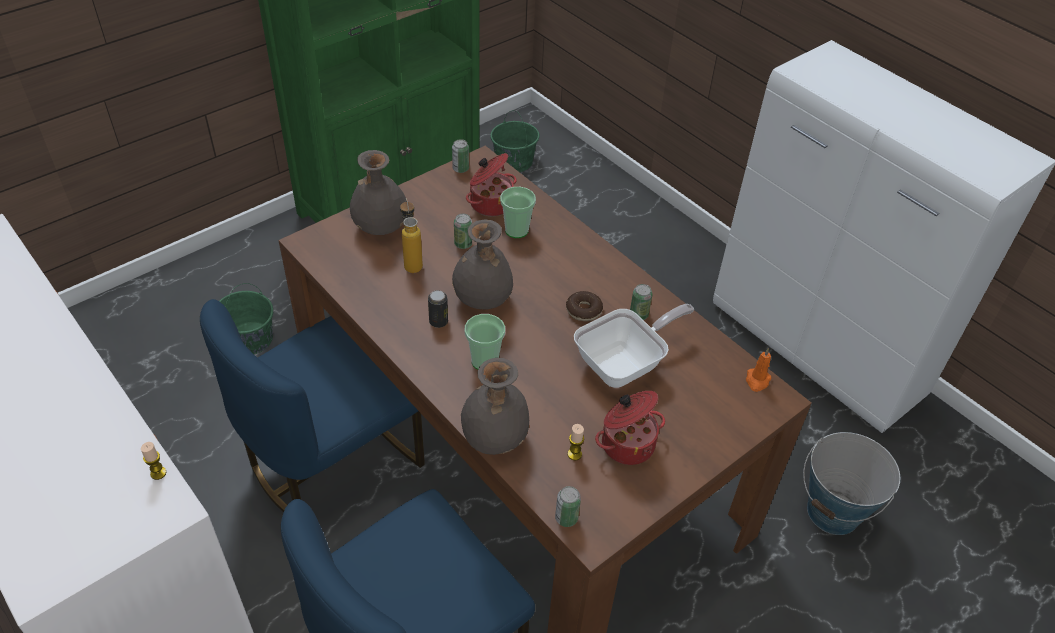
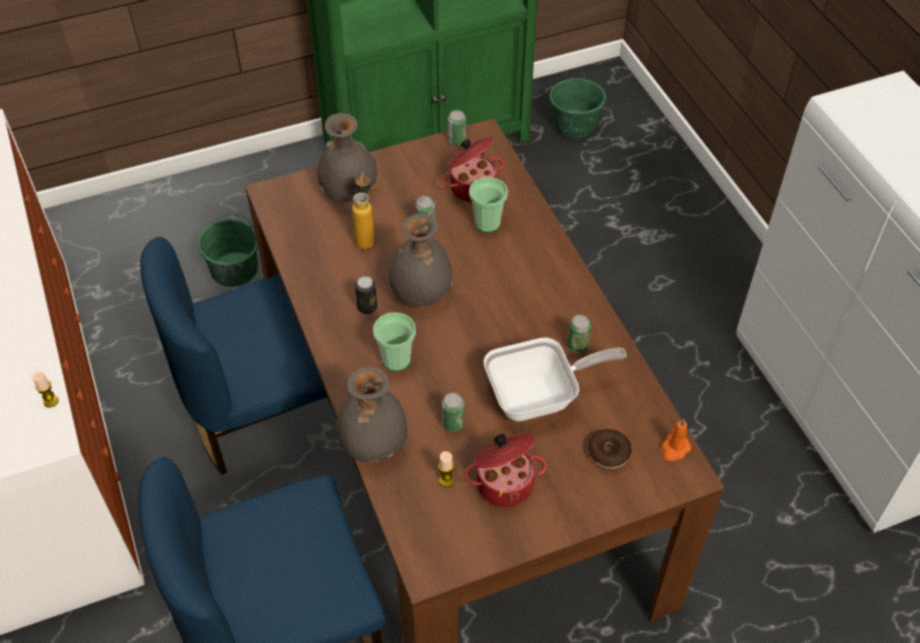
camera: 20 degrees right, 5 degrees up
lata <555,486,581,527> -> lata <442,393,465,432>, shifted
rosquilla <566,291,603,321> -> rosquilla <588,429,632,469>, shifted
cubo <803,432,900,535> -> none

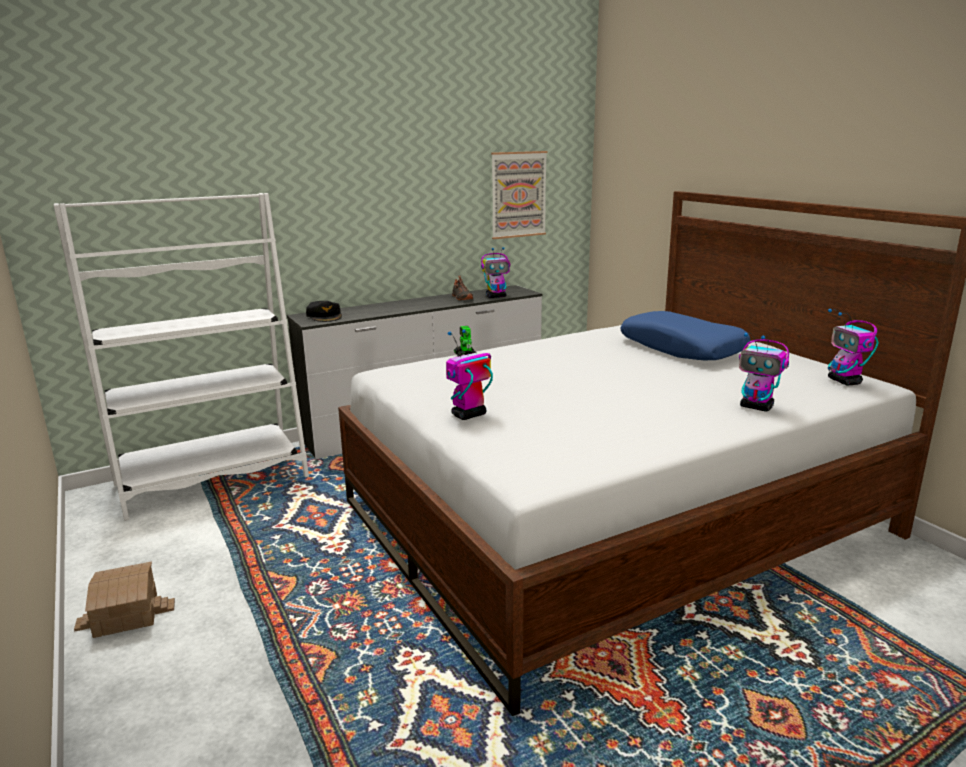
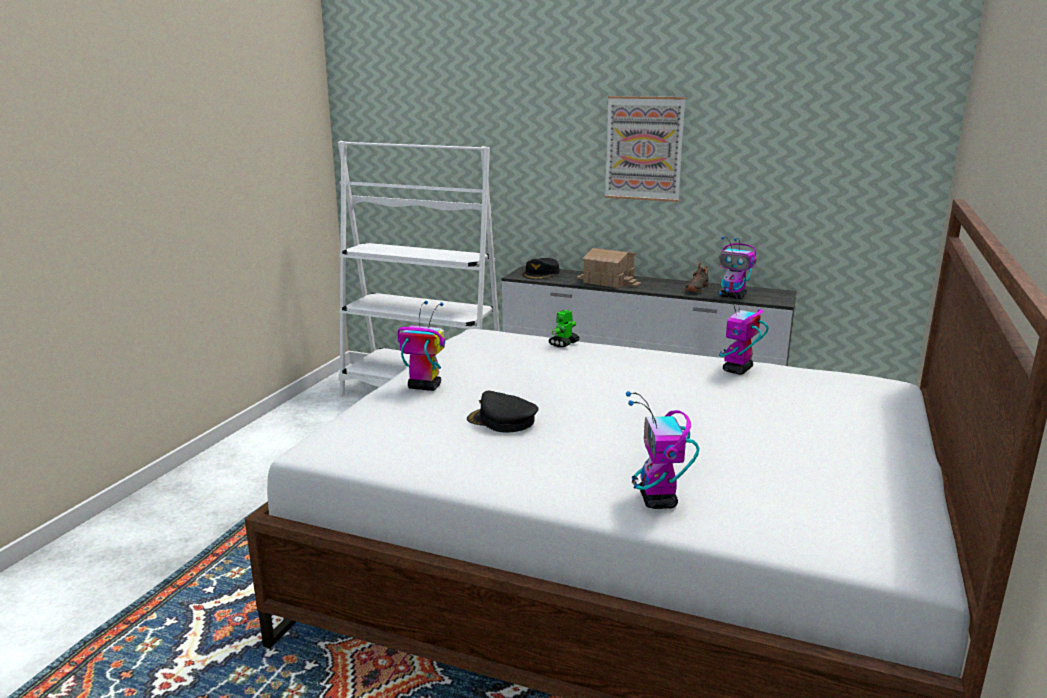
camera: 50 degrees right, 0 degrees up
casita <74,561,175,638> -> casita <577,248,641,288>, shifted
cuadro <491,151,547,239> -> cuadro <605,96,686,202>, shifted
cojín/azul <620,311,751,360> -> none
robot de juguete <828,309,879,385> -> robot de juguete <718,289,768,375>, shifted
none -> gorra/negro <467,391,538,432>

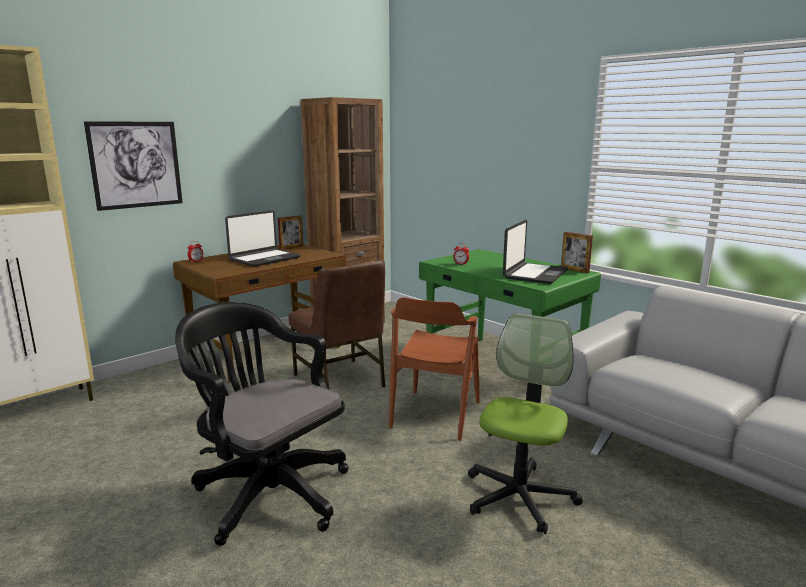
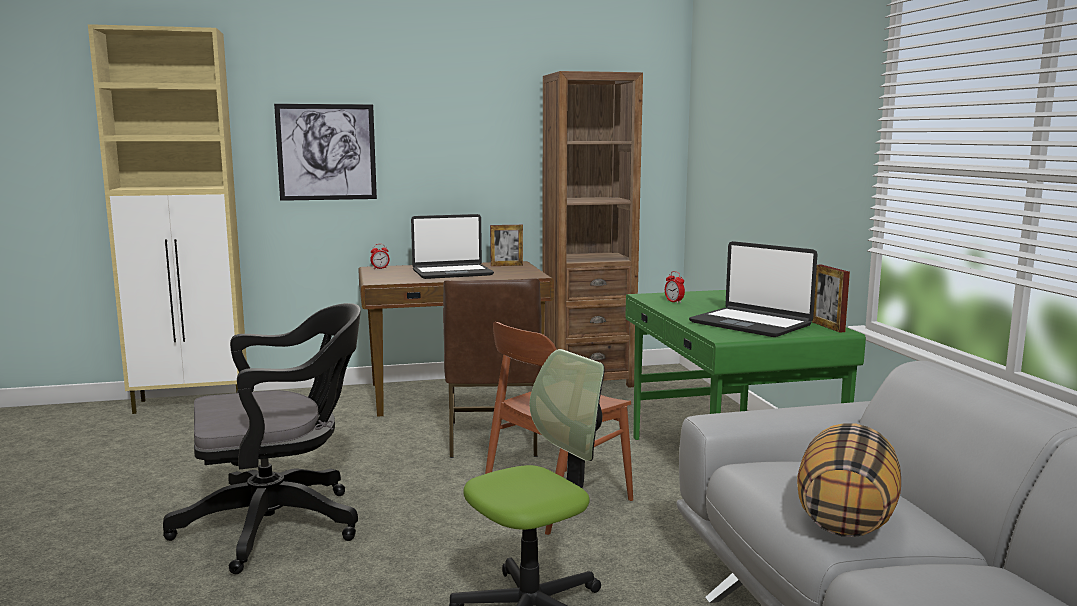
camera: 30 degrees right, 5 degrees down
silla de oficina/negro <175,302,349,546> -> silla de oficina/negro <163,303,361,574>, 90 degrees clockwise
portátil <503,220,568,284> -> portátil <689,241,817,337>, 75 degrees clockwise
none -> cojín <797,423,901,537>

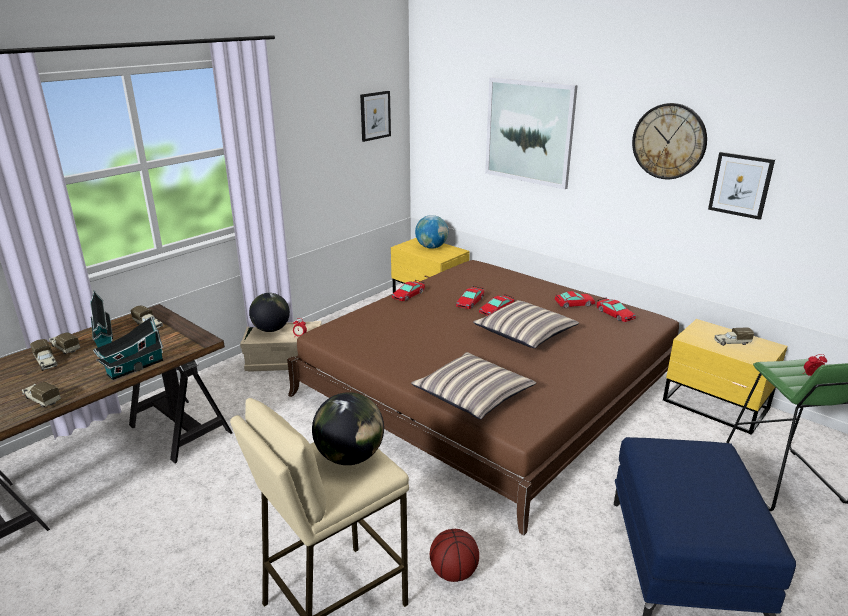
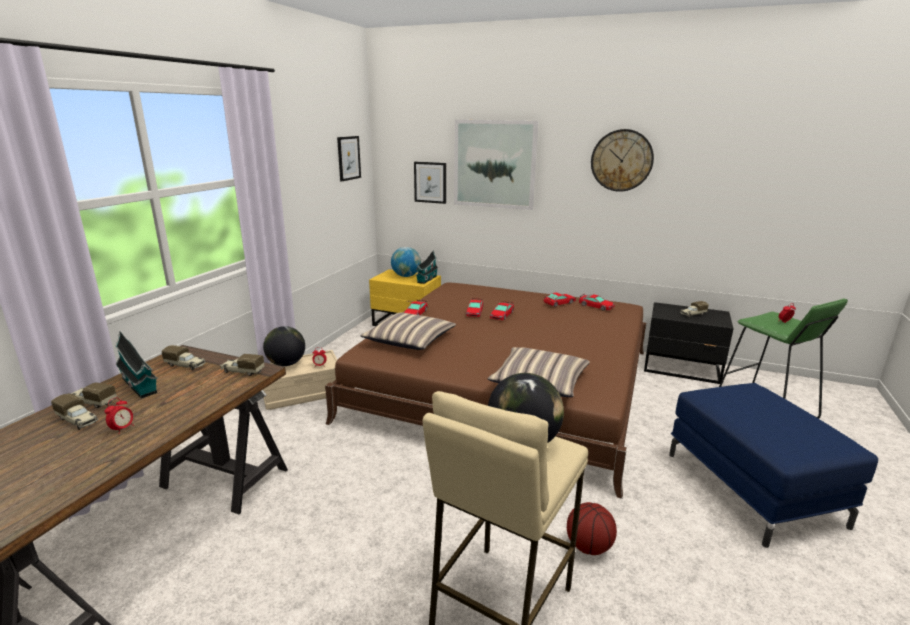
camera: 20 degrees left, 5 degrees down
camión de juguete <22,382,61,407> -> camión de juguete <220,354,265,376>, shifted
casita <93,316,163,380> -> casita <416,251,438,284>, shifted
cojín <473,300,579,348> -> cojín <361,313,456,350>, shifted
mesita de noche/amarillo <663,319,788,435> -> mesita de noche/negro <644,302,734,384>
cuadro <708,152,775,220> -> cuadro <414,162,446,204>, shifted
none -> despertador <104,398,134,434>

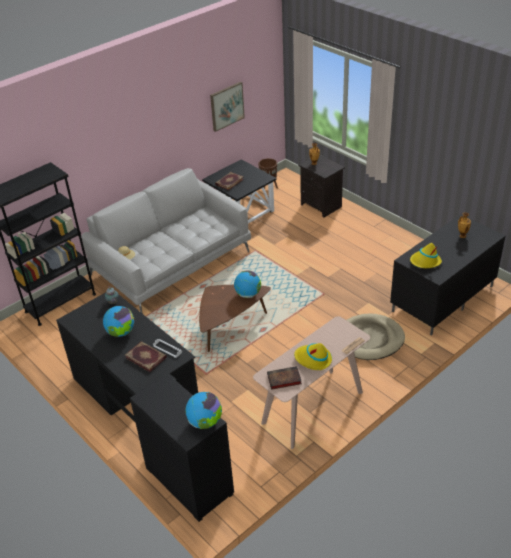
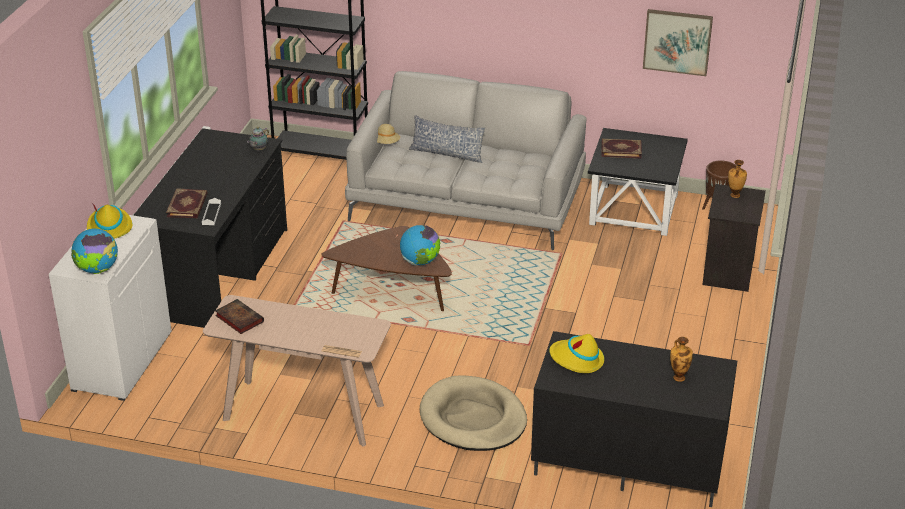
camera: 55 degrees right, 5 degrees down
globo terráqueo <103,306,134,337> -> none
armario/negro <130,373,234,522> -> armario/blanco <49,215,171,401>
sombrero/amarillo <294,343,332,370> -> sombrero/amarillo <87,203,132,239>, shifted
none -> cojín <409,115,485,163>

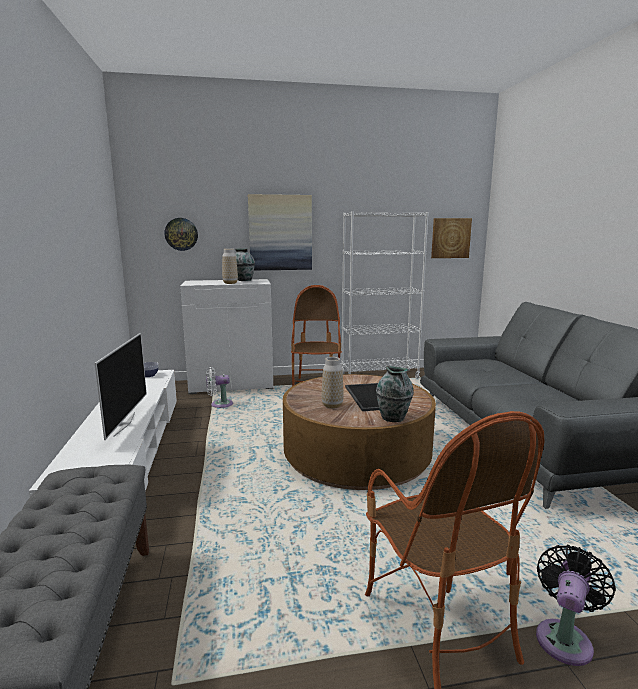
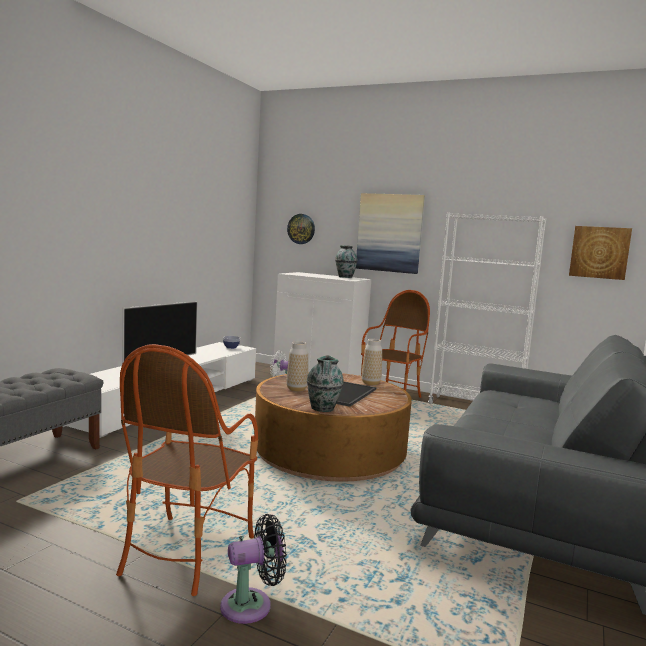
camera: 35 degrees right, 5 degrees down
florero <222,249,238,284> -> florero <362,339,382,385>, shifted

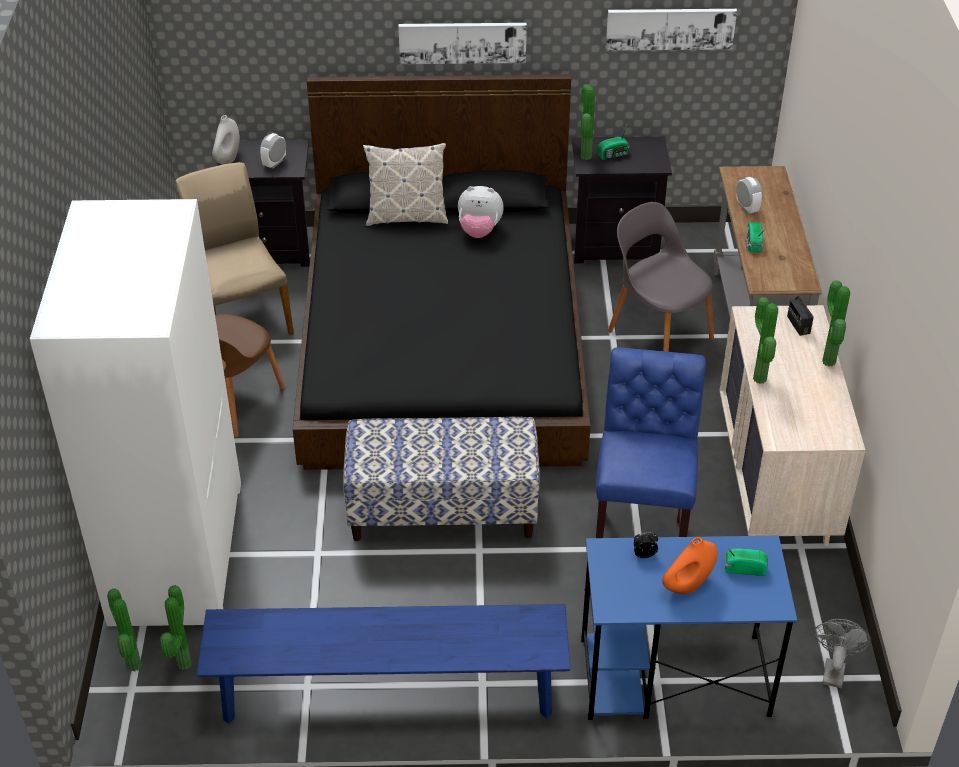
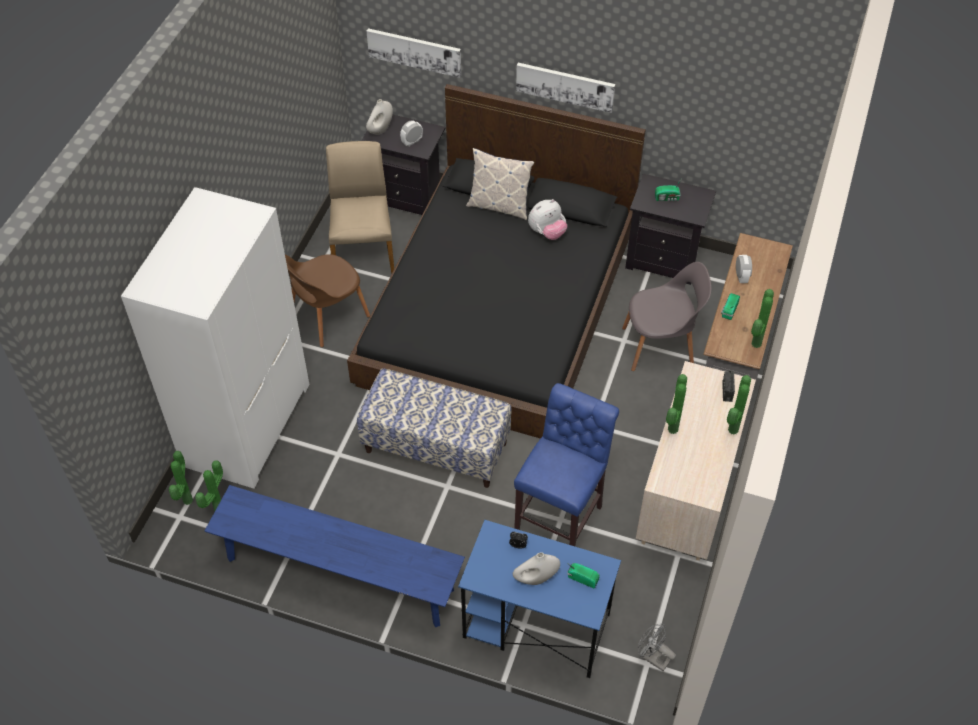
camera: 20 degrees right, 10 degrees up
peluche <458,186,504,238> -> peluche <528,199,567,240>, 60 degrees counterclockwise
planta en maceta <580,84,595,160> -> planta en maceta <751,289,774,348>, shifted
cuadro <606,9,737,51> -> cuadro <367,28,461,78>, shifted
silla/gris <608,202,714,352> -> silla/gris <622,262,711,371>, 105 degrees clockwise
florero/naranja <662,537,718,594> -> florero/blanco <513,552,560,585>
ventilador/gris <814,619,871,688> -> ventilador/gris <638,623,676,671>, 90 degrees counterclockwise

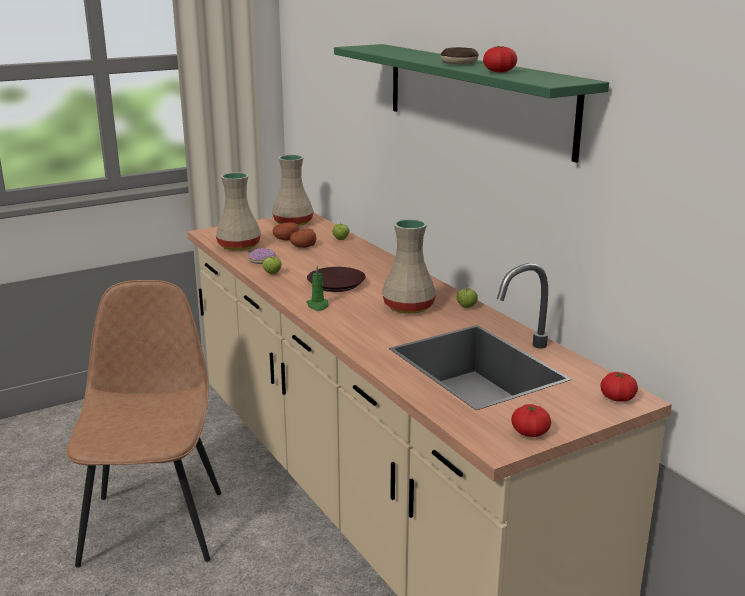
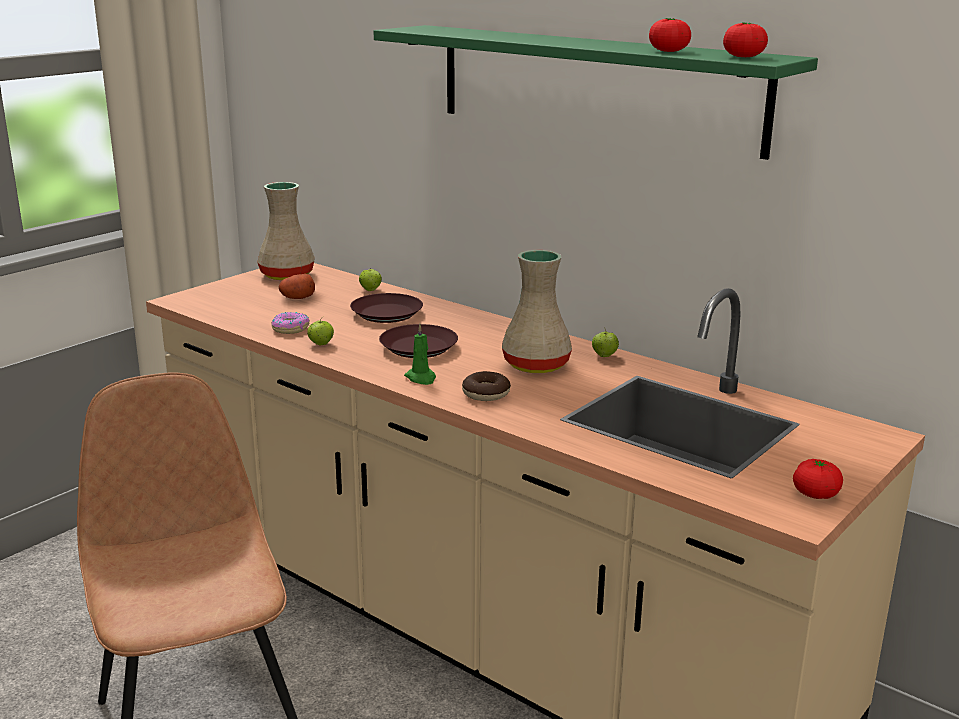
camera: 20 degrees left, 0 degrees up
florero/beis <216,172,261,251> -> none
patata <290,229,317,248> -> none
rosquilla <441,47,479,64> -> rosquilla <462,371,511,401>, shifted
tomate <600,372,638,402> -> tomate <723,22,768,57>, shifted
none -> plato/marrón <350,293,423,323>

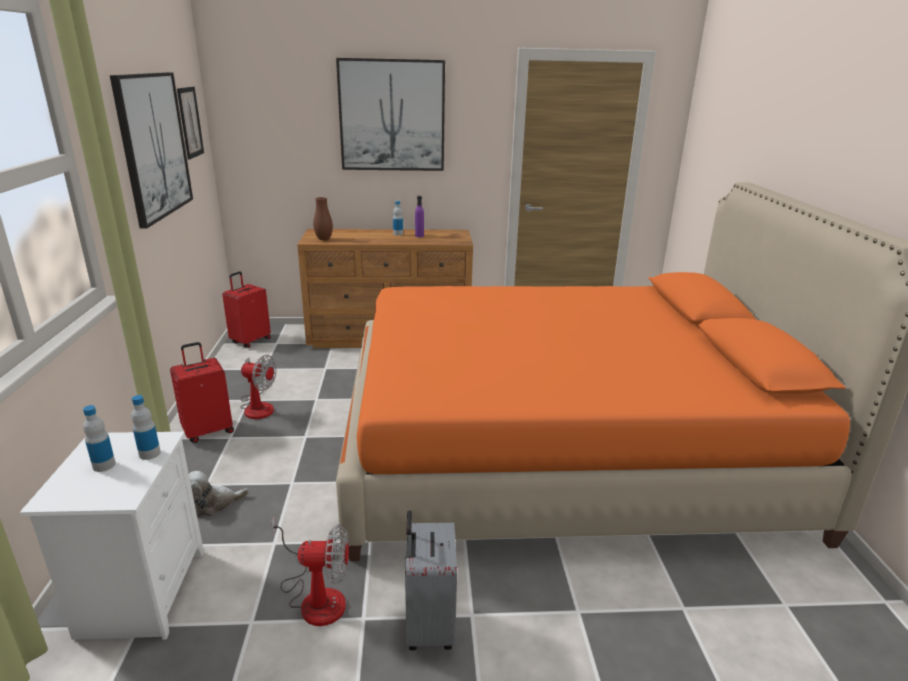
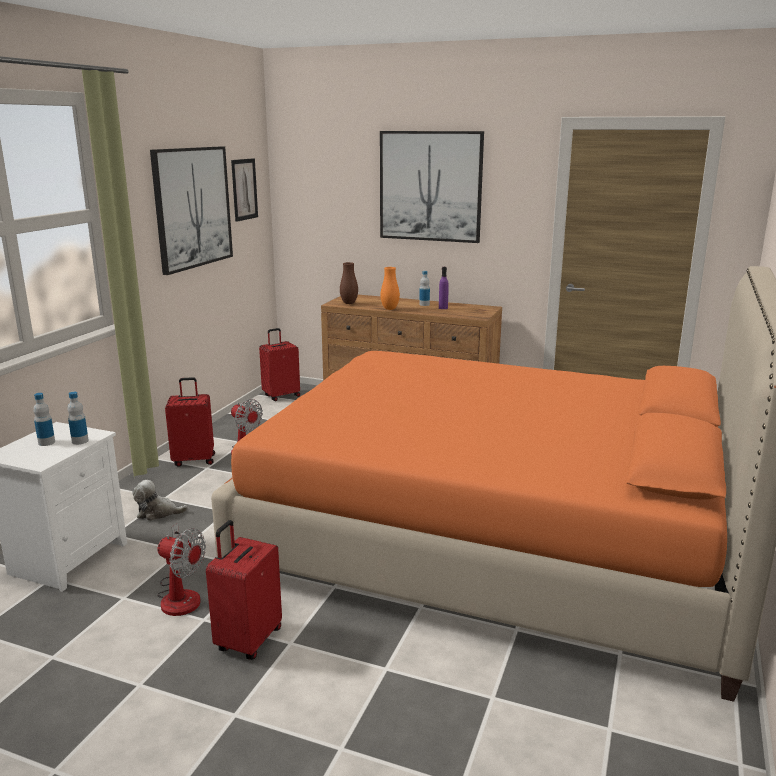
camera: 25 degrees right, 5 degrees down
maleta/gris <405,510,457,650> -> maleta/rojo <206,520,282,660>
none -> florero/naranja <380,267,400,310>

